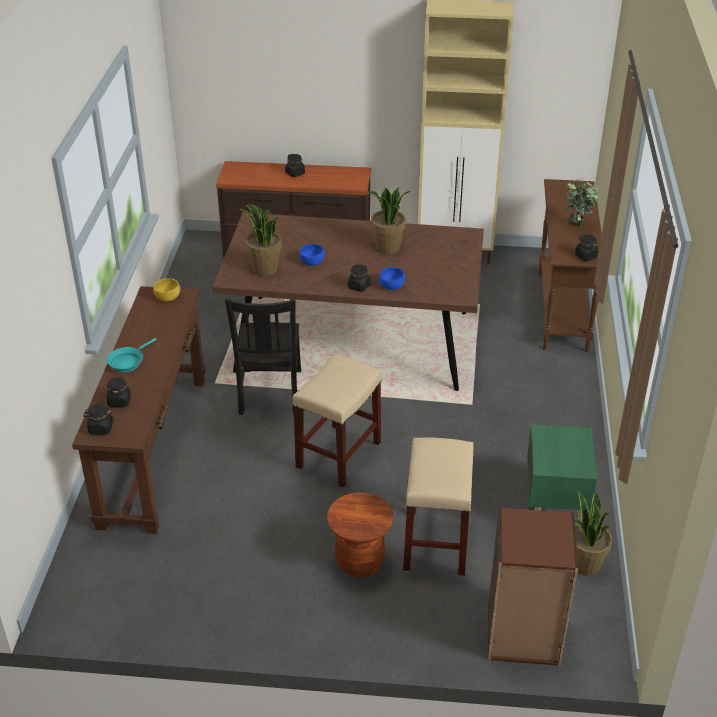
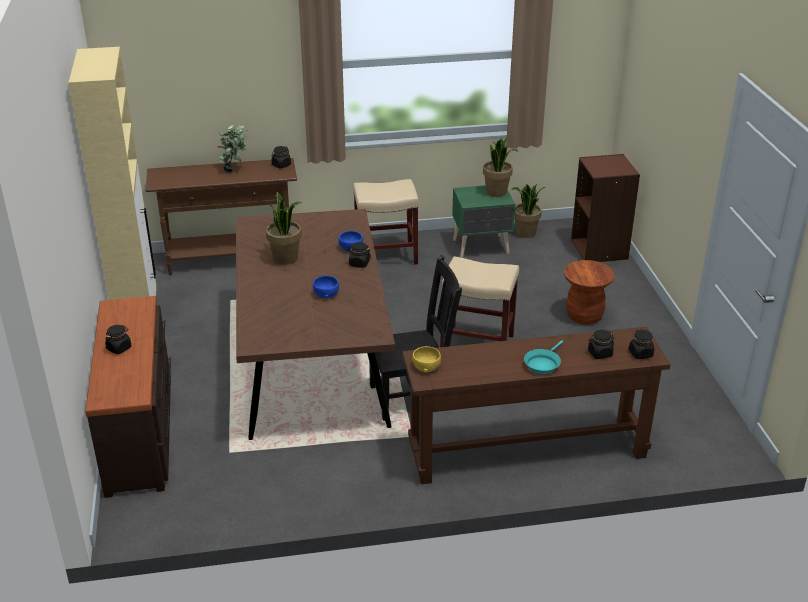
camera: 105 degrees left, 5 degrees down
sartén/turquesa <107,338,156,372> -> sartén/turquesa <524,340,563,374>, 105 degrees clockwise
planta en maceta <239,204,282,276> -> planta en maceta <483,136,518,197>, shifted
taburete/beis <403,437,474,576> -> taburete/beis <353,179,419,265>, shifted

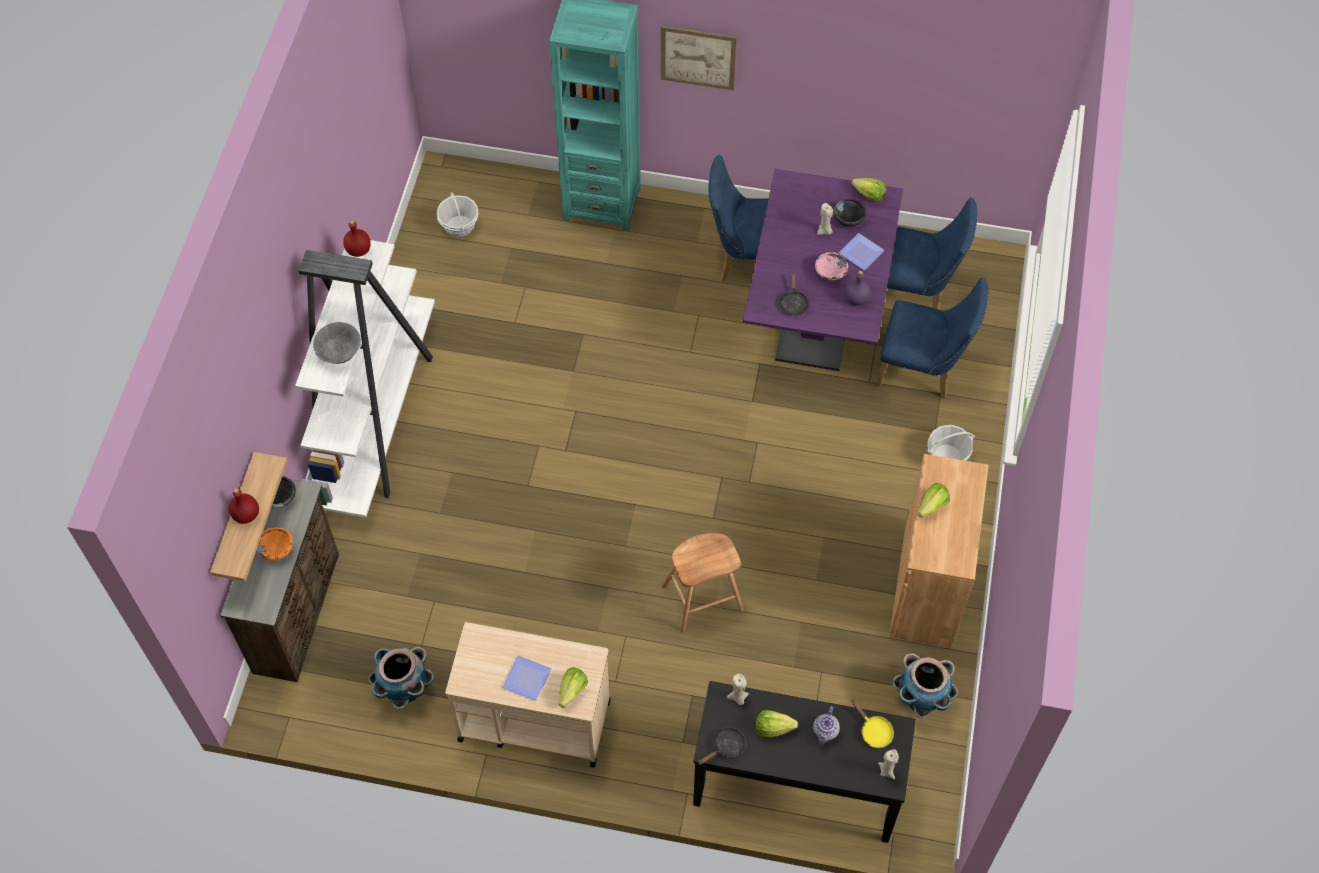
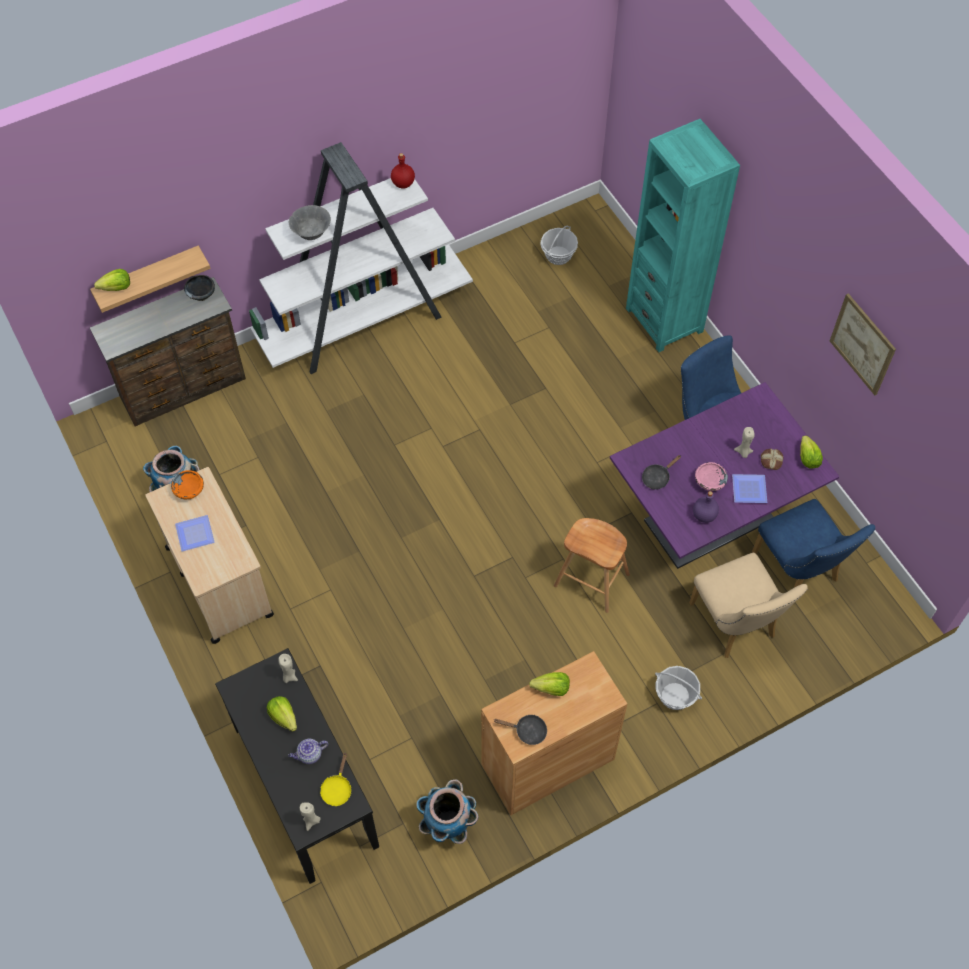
camera: 50 degrees right, 0 degrees up
botella/rojo <228,488,259,524> -> none
cuenco/naranja <257,527,293,561> -> cuenco/naranja <171,470,204,500>, shifted
lechuga <559,667,588,708> -> lechuga <94,269,130,291>, shifted
cuadro <661,25,737,90> -> cuadro <830,293,896,395>, shifted
taburete/marrón <662,533,744,633> -> taburete/marrón <554,518,630,613>, shifted
sartén/negro <698,727,746,765> -> sartén/negro <494,715,547,745>, shifted
cuenco/negro <834,199,866,227> -> pan <761,449,784,470>
silla/azul <876,278,989,399> -> silla/beis <689,553,808,658>

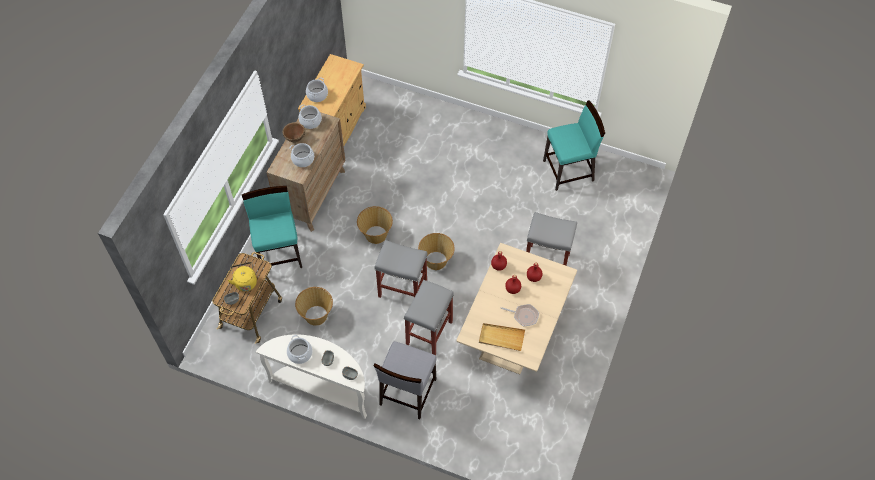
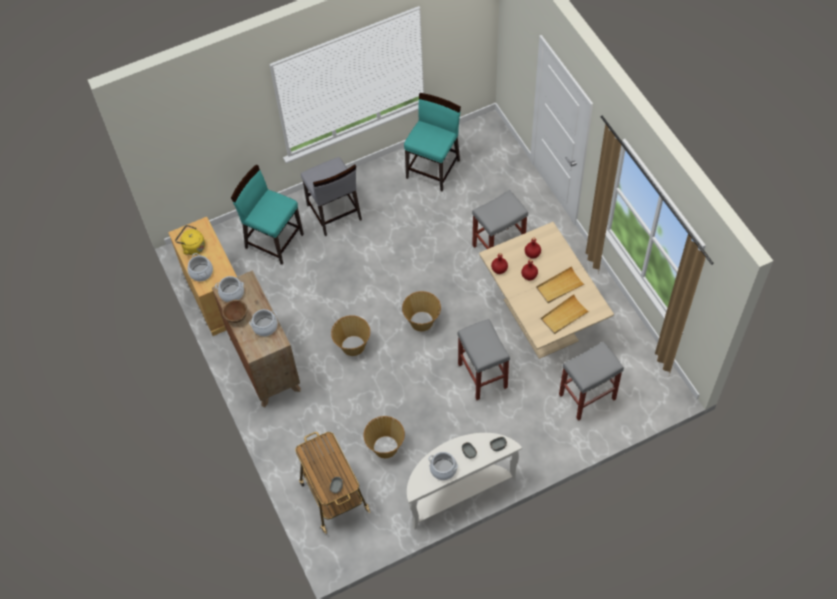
camera: 45 degrees left, 0 degrees up
hervidor/amarillo <228,262,257,292> -> hervidor/amarillo <175,225,205,255>, shifted
silla/turquesa <242,186,302,272> -> silla/turquesa <231,165,304,265>, shifted
taburete/gris <374,240,428,298> -> taburete/gris <559,341,624,421>, shifted
silla/gris <374,341,436,419> -> silla/gris <301,157,362,236>, shifted
sartén <500,304,539,326> -> bandeja/beis <536,266,584,303>

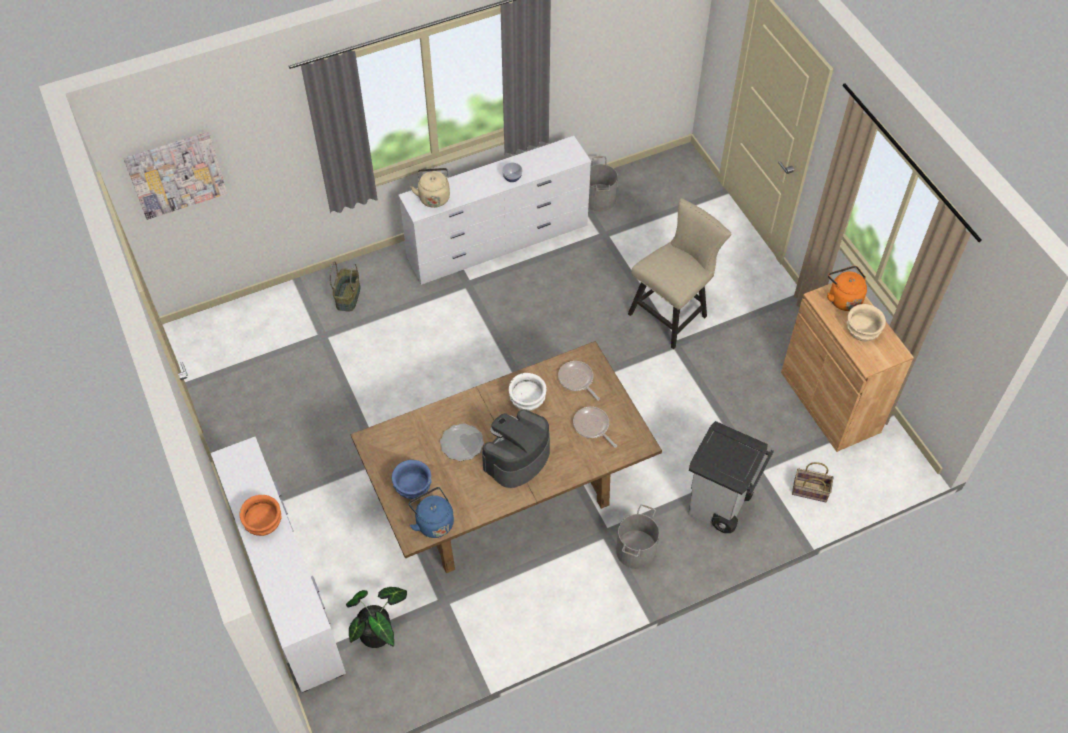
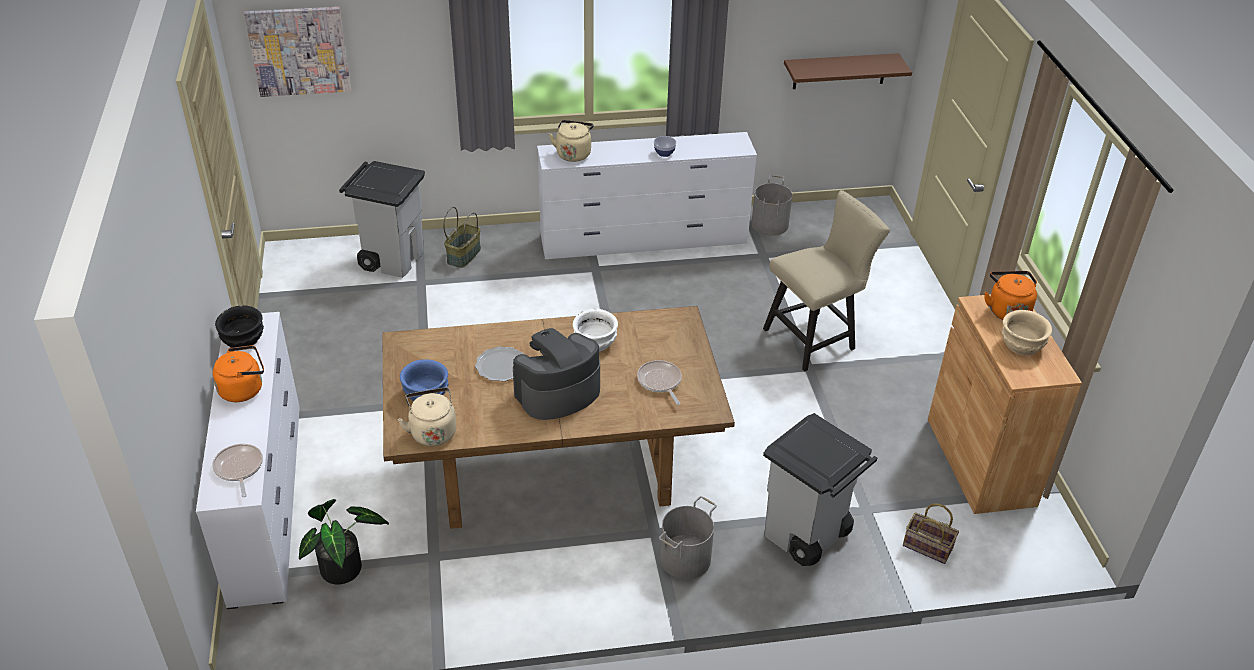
camera: 15 degrees right, 15 degrees down
cuenco/naranja <240,495,282,536> -> hervidor/naranja <213,345,264,402>
hervidor/azul <409,487,454,538> -> hervidor/beis <398,387,456,446>
sartén <558,361,600,401> -> sartén <212,444,263,497>, shifted
none -> cuenco/negro <215,305,264,348>
none -> papelera/gris <339,161,425,278>
none -> estante/marrón <784,53,912,89>

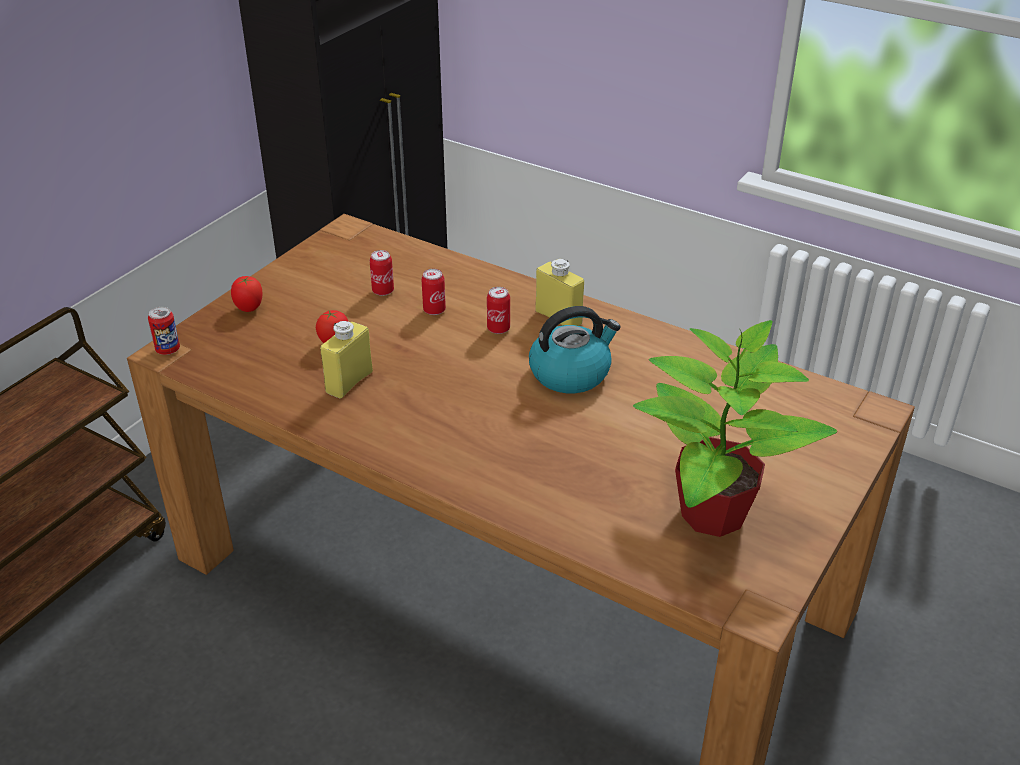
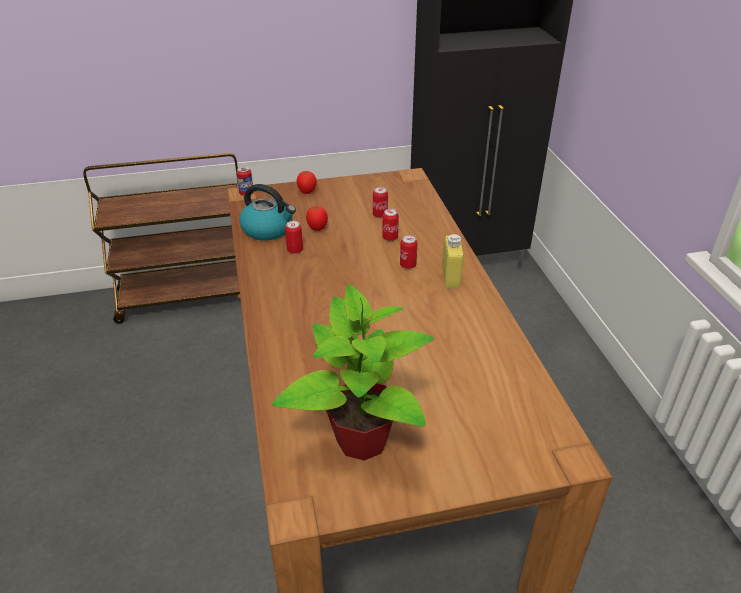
camera: 45 degrees right, 0 degrees up
botella/amarillo <320,321,373,399> -> lata <285,221,303,254>
hervidor <529,306,621,393> -> hervidor <239,184,296,240>, shifted

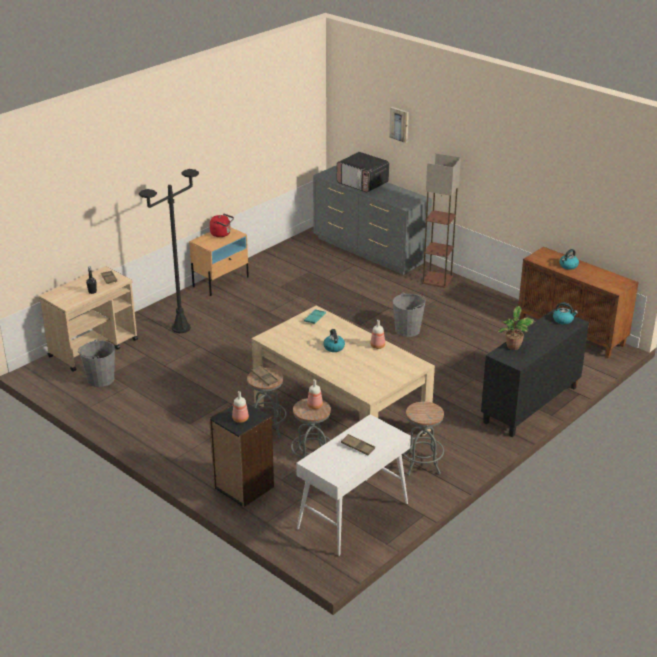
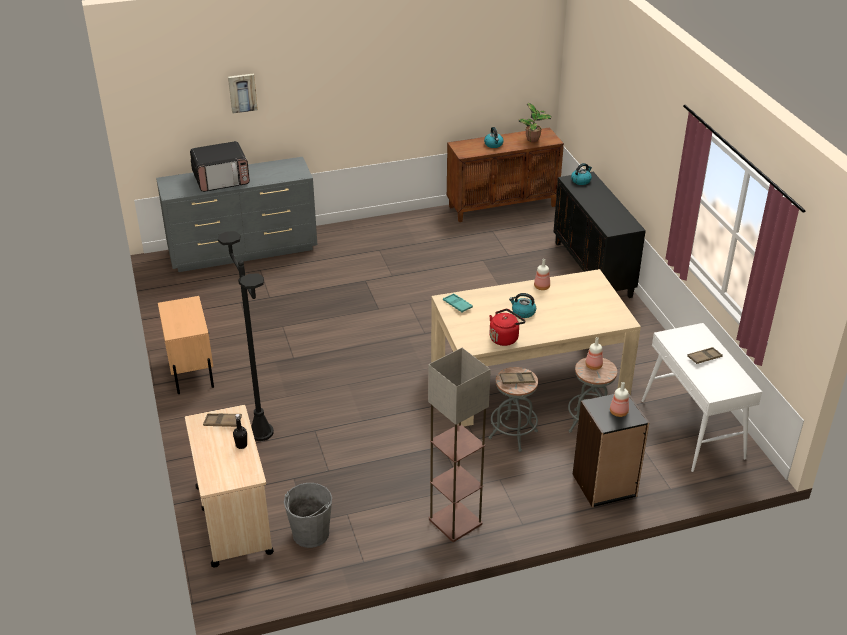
camera: 60 degrees left, 5 degrees up
hervidor/rojo <210,213,234,237> -> hervidor/rojo <489,309,525,346>, shifted
cubo/gris <393,293,426,337> -> none
taburete/gris <403,402,444,475> -> none
lámpara de pie <422,153,461,288> -> lámpara de pie <428,348,491,542>, shifted
planta en maceta <497,306,534,350> -> planta en maceta <519,103,552,142>, shifted

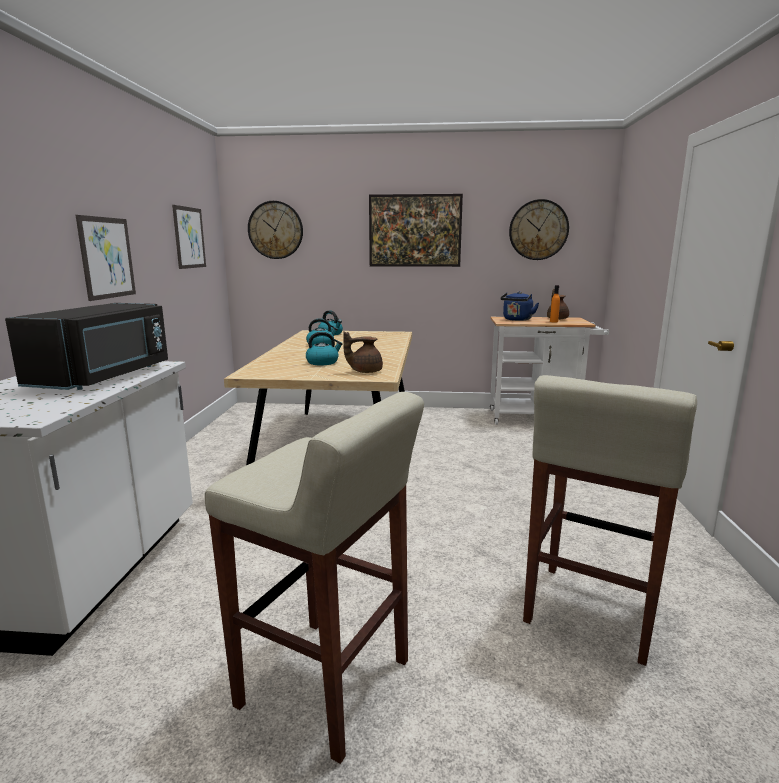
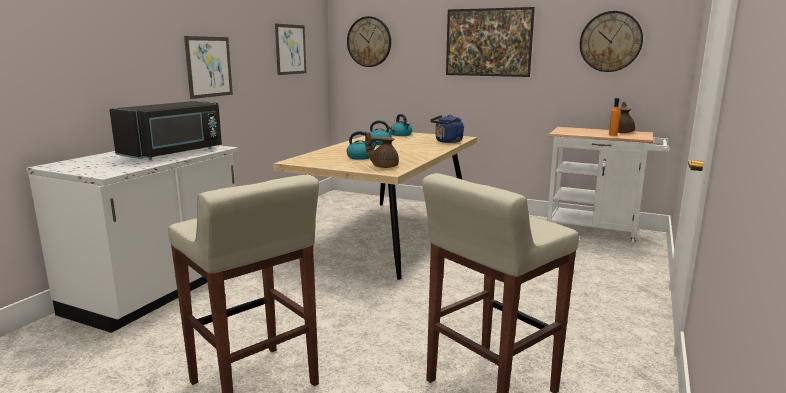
camera: 20 degrees right, 0 degrees up
hervidor/azul <500,291,539,321> -> hervidor/azul <430,115,464,143>, shifted

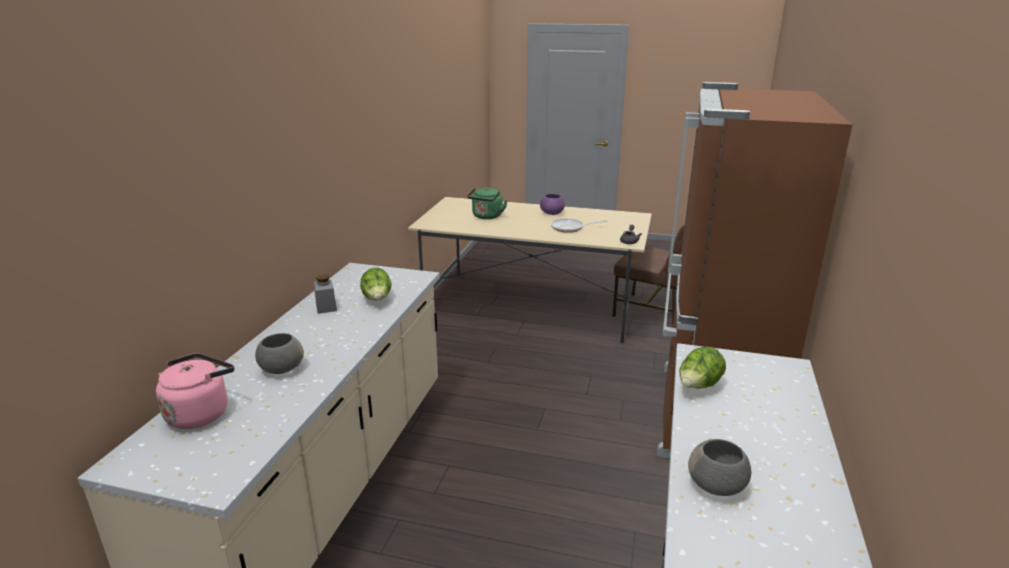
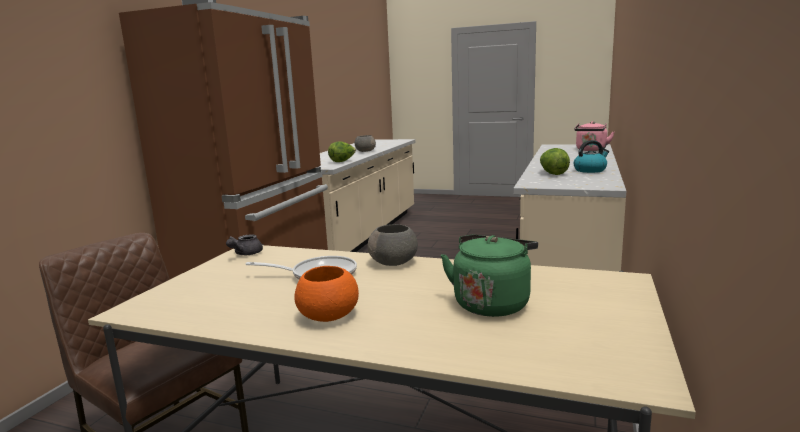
camera: 175 degrees left, 10 degrees down
cuenco/gris <255,333,304,374> -> cuenco/gris <368,224,418,266>, shifted
tarro/gris <314,275,337,314> -> hervidor <573,140,609,173>
cuenco/morado <540,194,565,215> -> cuenco/naranja <294,266,359,322>

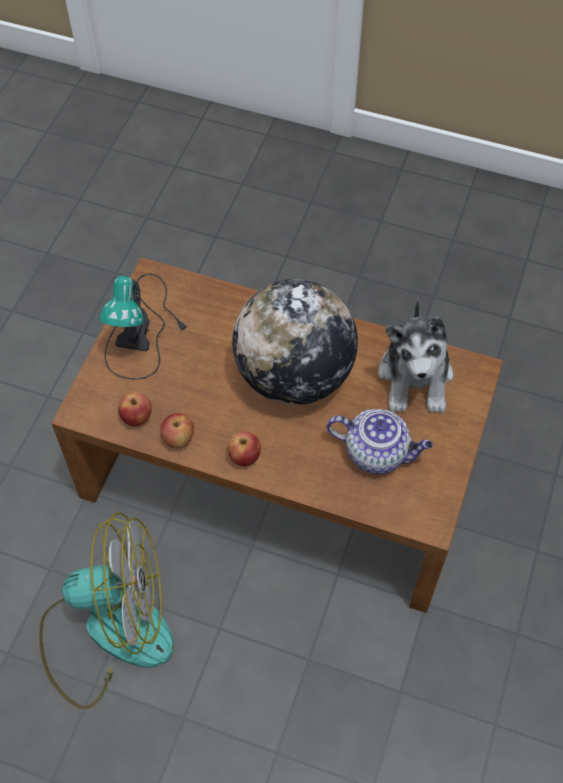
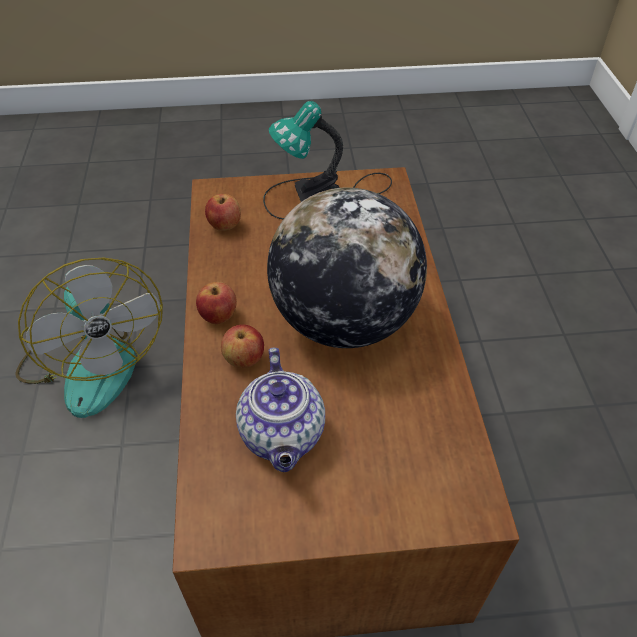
camera: 65 degrees right, 10 degrees down
manzana <160,413,194,449> -> manzana <221,325,264,368>, shifted
peluche <378,299,454,413> -> none

